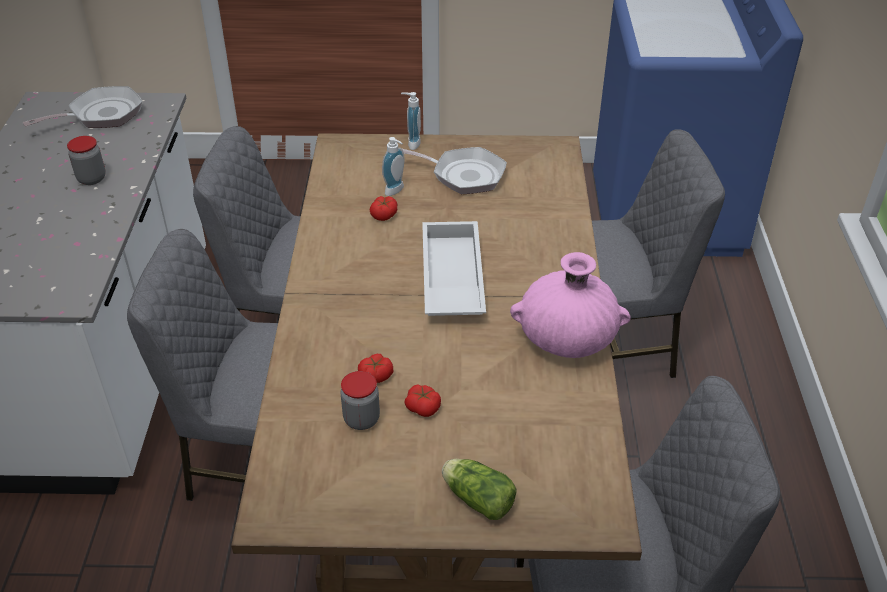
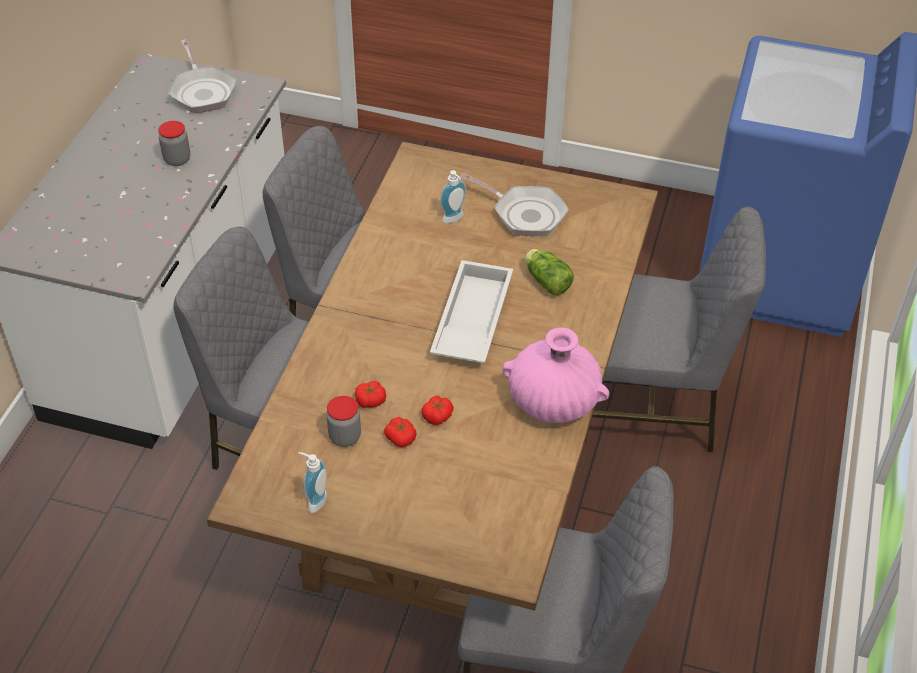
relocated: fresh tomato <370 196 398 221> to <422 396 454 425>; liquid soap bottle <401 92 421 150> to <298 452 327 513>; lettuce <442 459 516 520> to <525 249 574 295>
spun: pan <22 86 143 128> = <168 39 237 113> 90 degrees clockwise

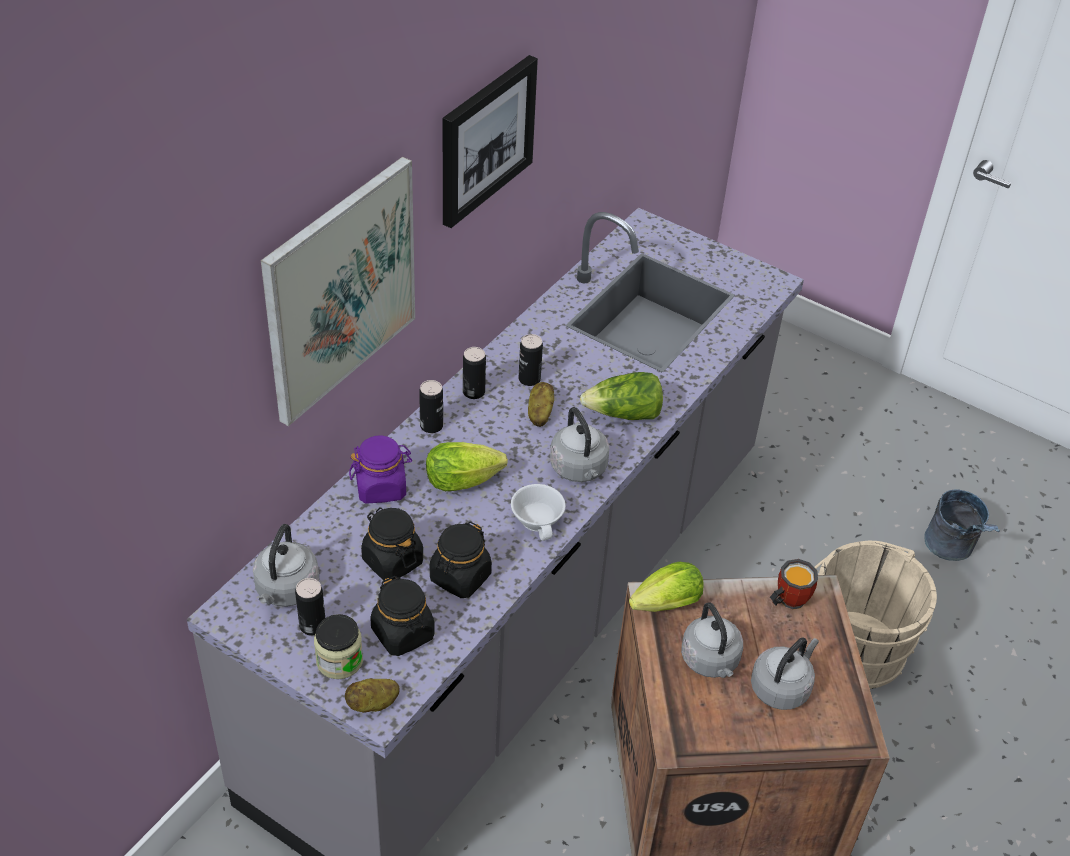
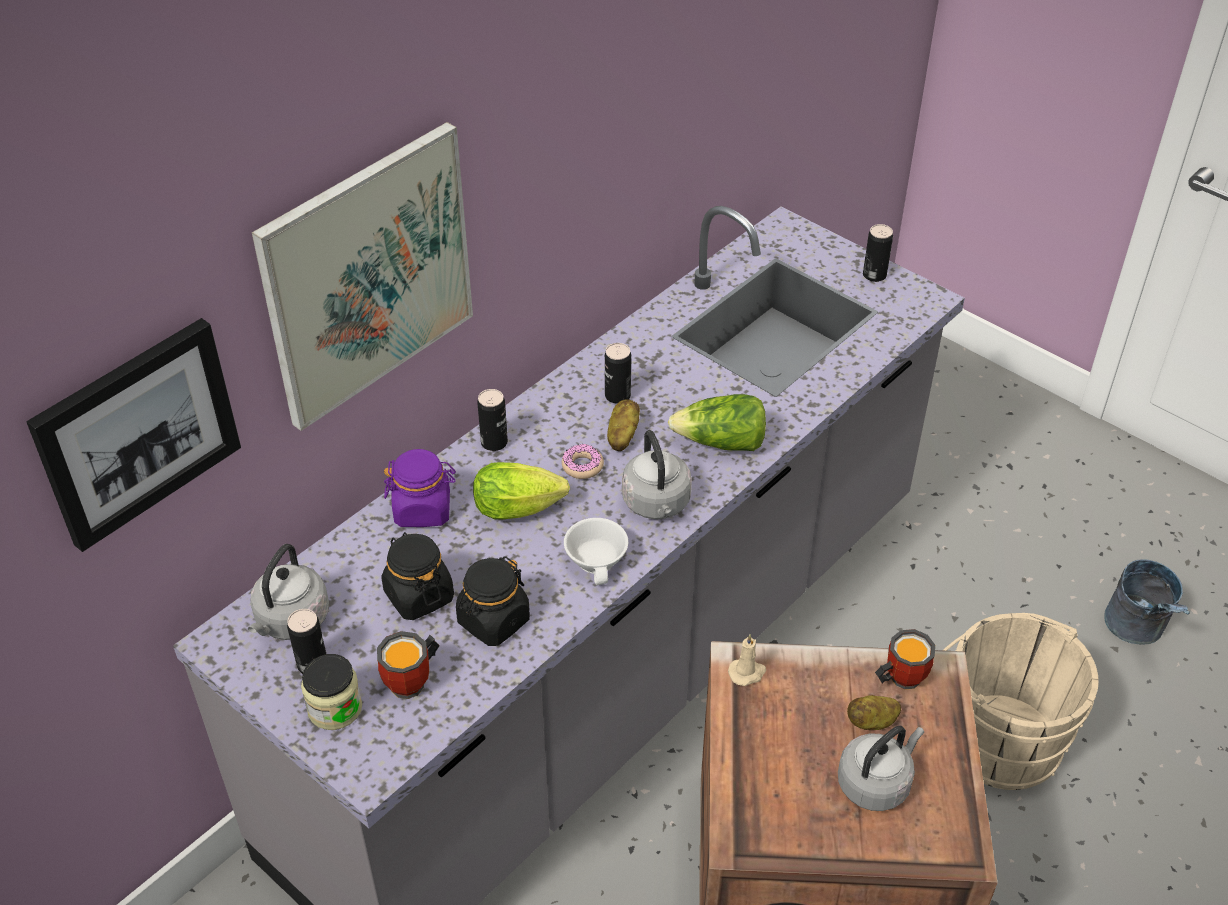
missing: greyish water kettle <681 602 743 678>
appeared: donut <562 444 604 479>
relocated: potato <345 678 400 713> to <847 695 901 730>; wall art <443 55 538 228> to <26 318 241 552>; sealed can <463 347 486 399> to <863 224 893 282>
exchanged: blackish preserve jar <370 576 435 656> to tea mug <377 631 440 699>; lettuce <629 562 704 612> to sand-coloured wax light <728 634 766 686>

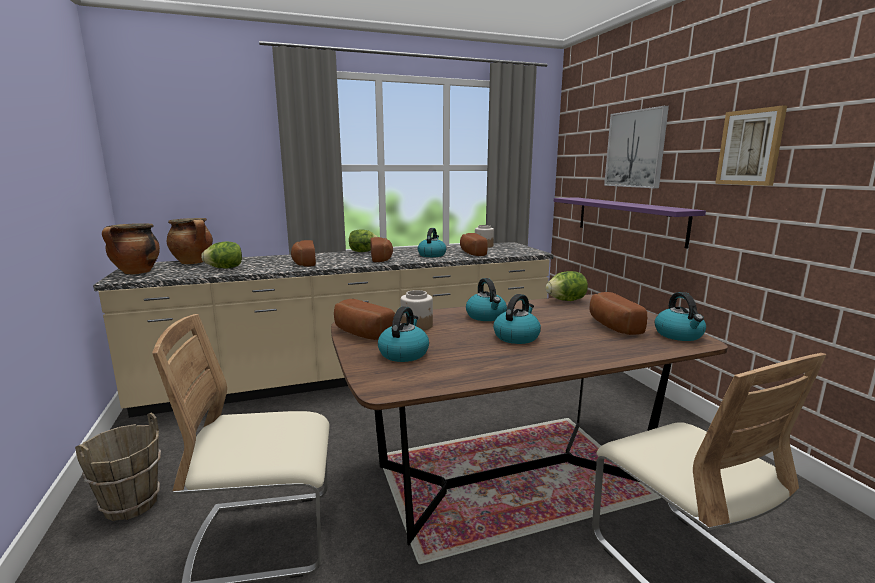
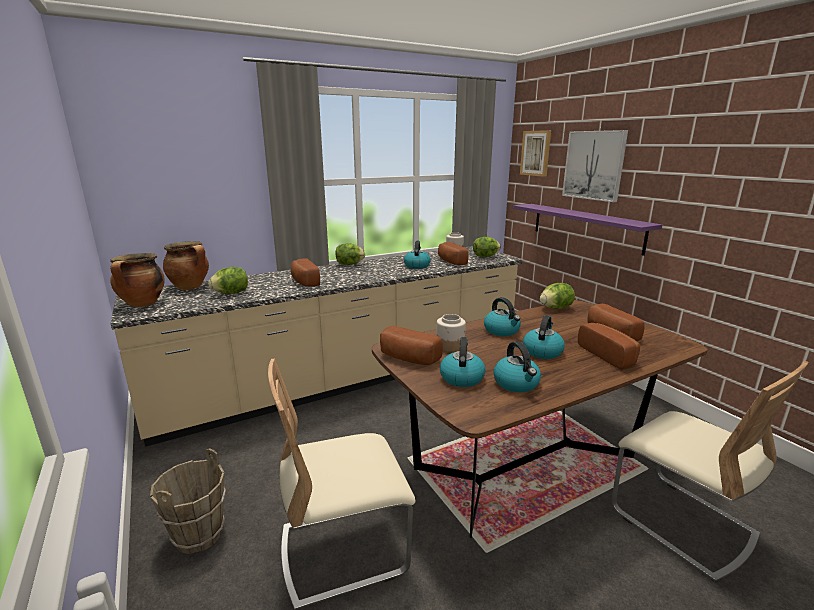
appeared: lettuce <473 237 501 257>
relocated: bakery bread <370 237 393 262> to <578 323 640 369>; water kettle <655 292 706 341> to <493 341 541 393>; wall art <715 105 787 186> to <520 130 551 177>

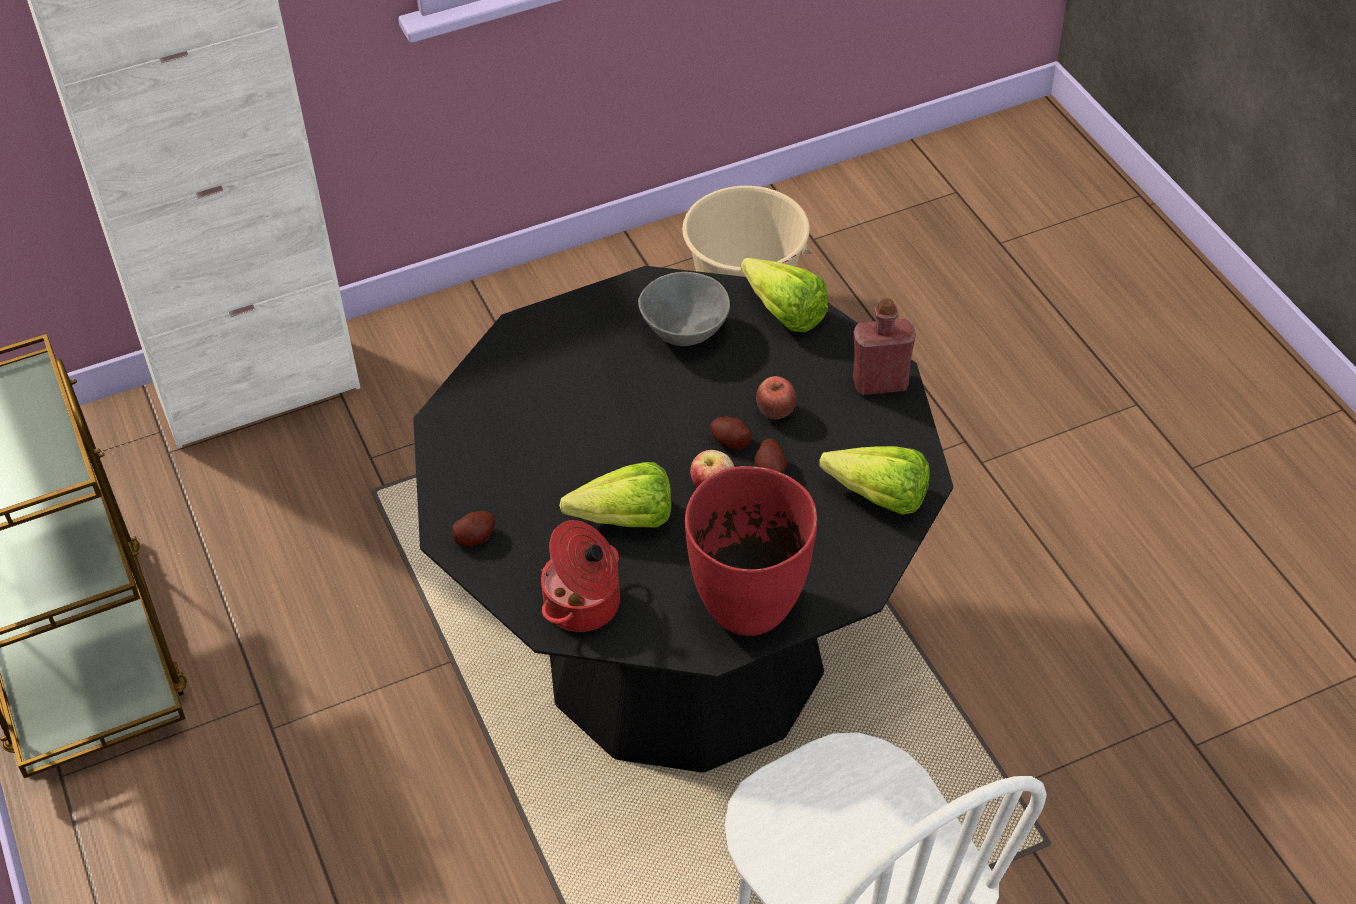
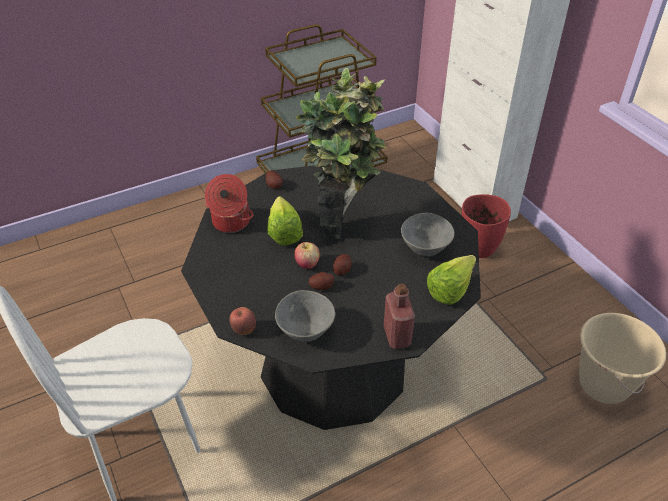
appeared: potted plant <296 68 386 240>
relocated: reddish decorative vase <685 466 817 636> to <461 194 511 258>; apple fruit <756 376 796 420> to <229 307 256 335>
exchanged: lettuce <819 446 930 515> to greyish bowl <275 290 335 342>

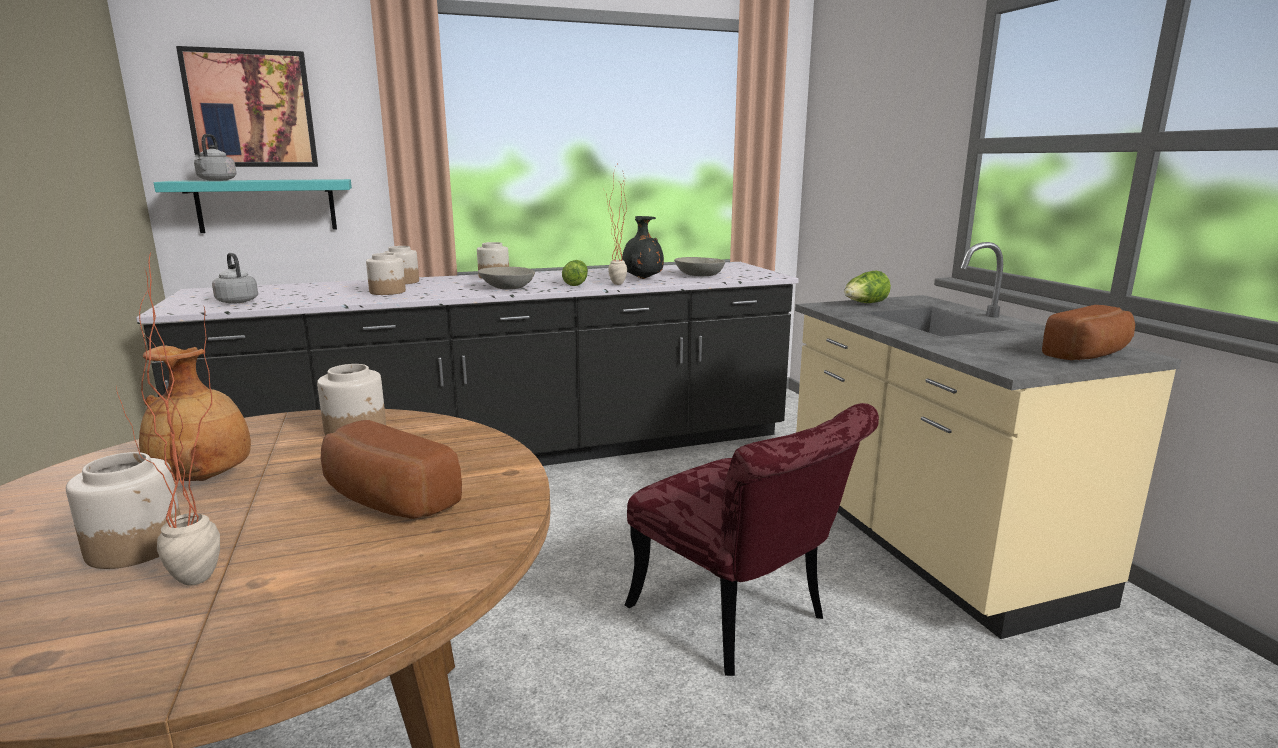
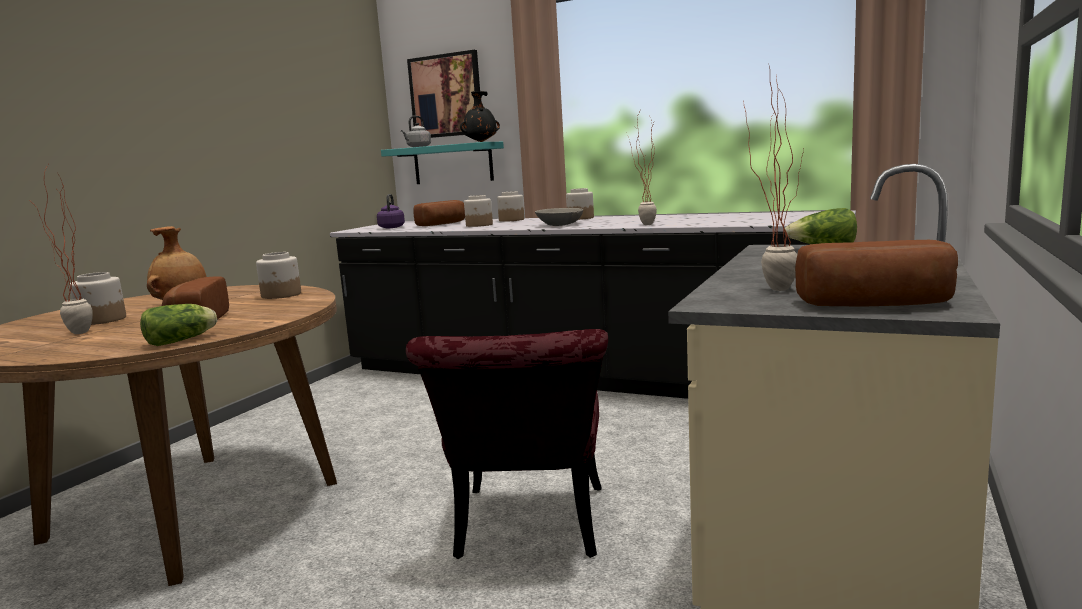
missing: greyish bowl <674 257 725 276>
appeared: bakery bread <413 200 465 226>; potted plant <744 66 804 291>
relocated: lettuce <562 260 588 286> to <140 304 217 346>; blackish decorative vase <622 216 664 279> to <460 91 500 142>
colour: greyish water kettle <212 253 258 304> to purple-coloured water kettle <377 194 405 228>

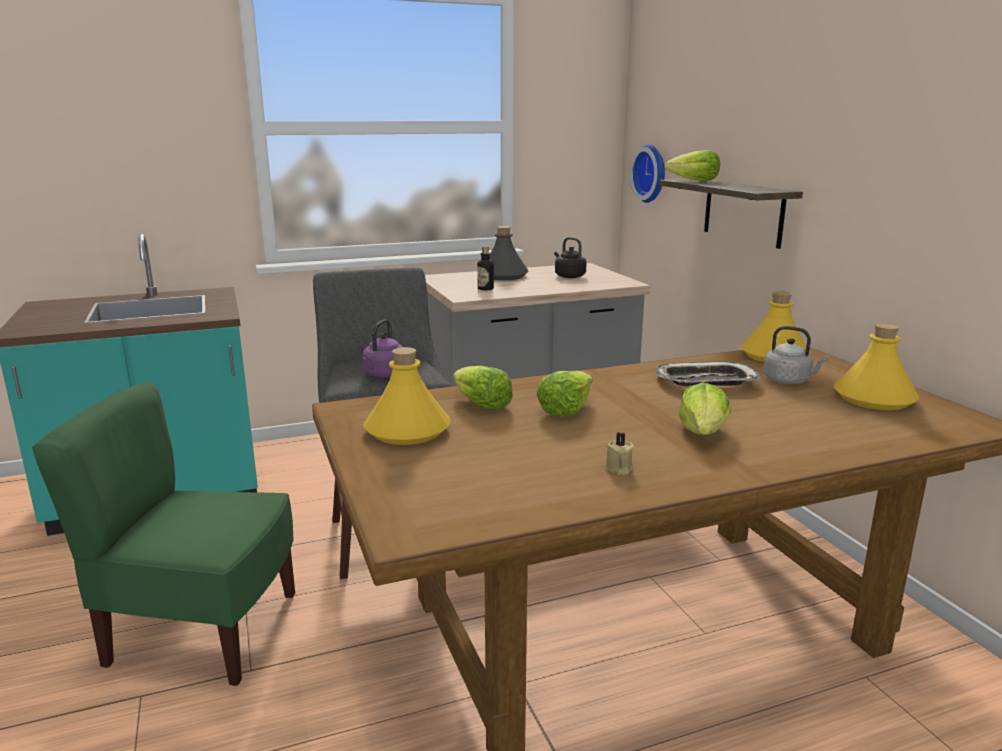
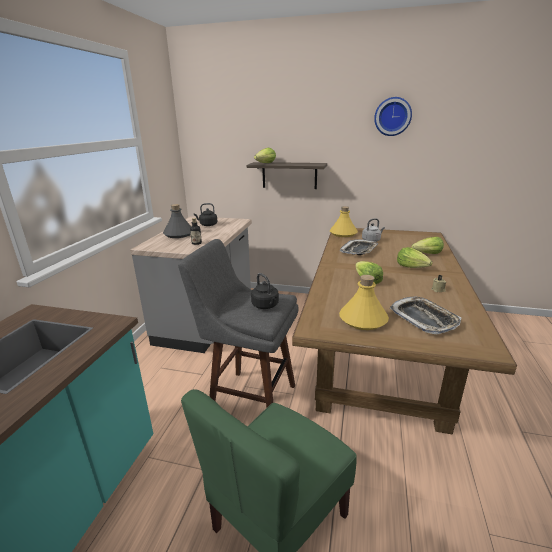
missing: yellowish drink bottle <834 323 920 410>
appeared: serving tray <390 297 462 334>
relocated: lettuce <453 366 513 410> to <411 237 444 254>; wall clock <630 144 665 203> to <374 97 412 136>
colour: purple-coloured water kettle <362 319 403 377> to blackish water kettle <251 273 279 309>

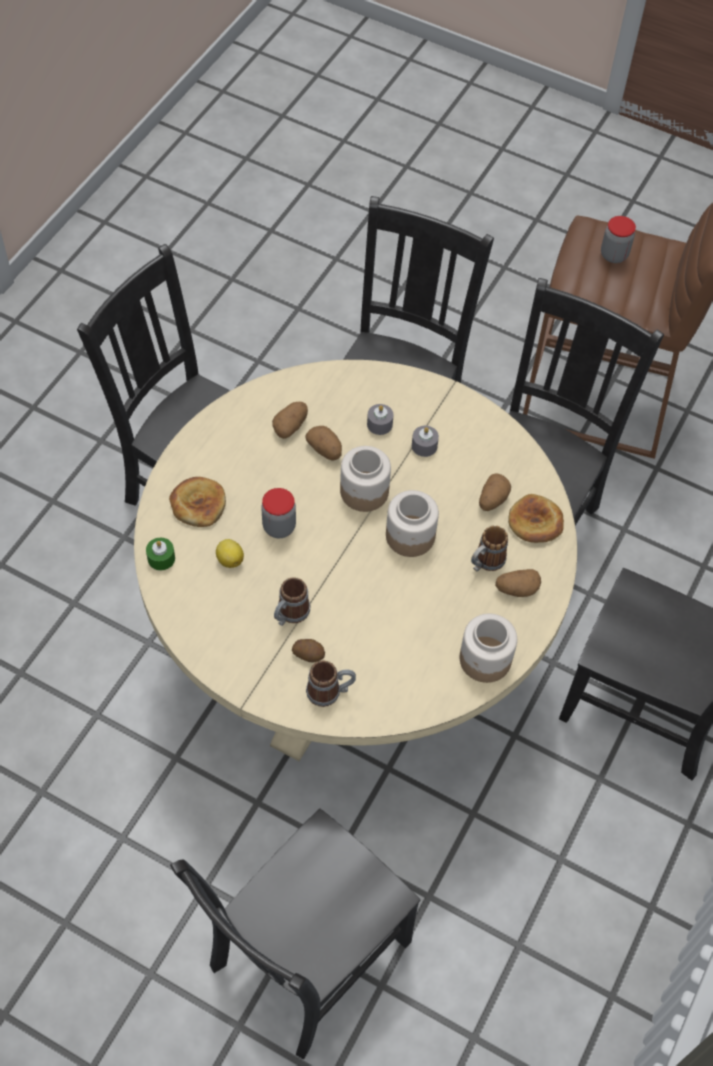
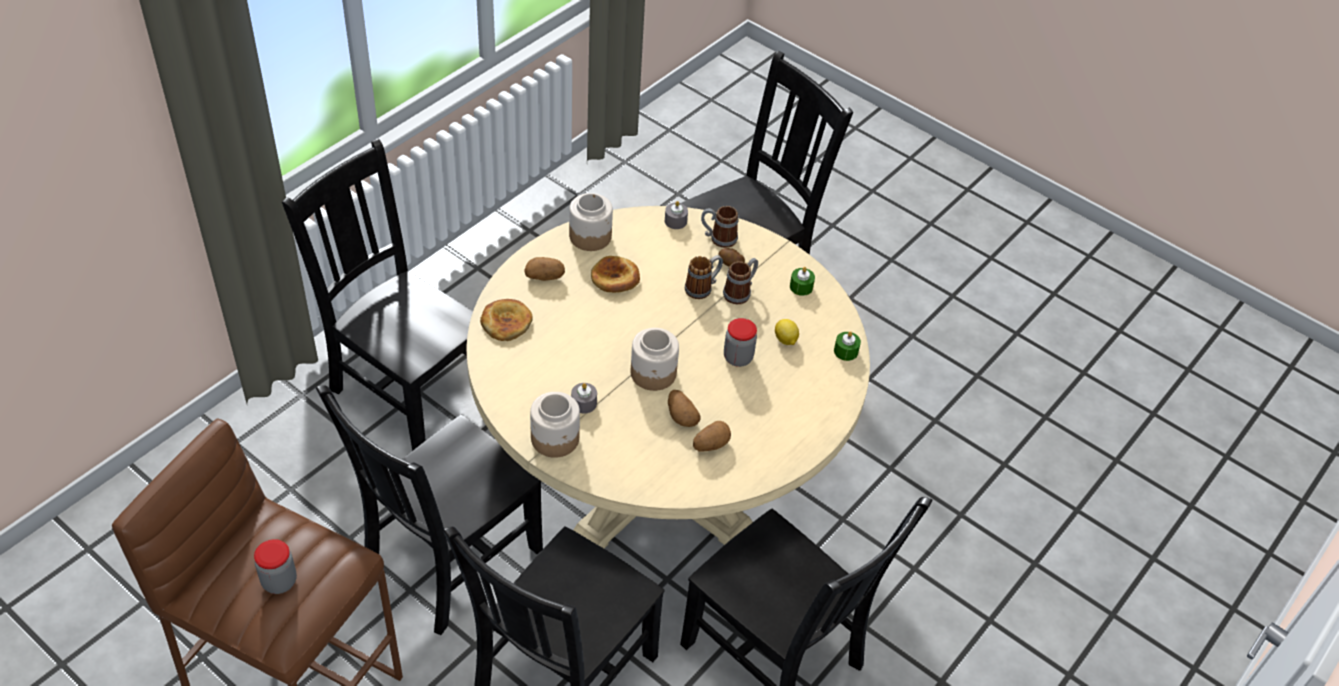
missing: potato <479 473 511 511>
appeared: green-coloured wax light <790 267 815 296>
relocated: bakery bread <169 477 226 527> to <591 256 640 293>; greyish wax light <367 404 393 435> to <665 201 688 229>; preserve jar <386 490 439 557> to <530 392 580 458>; tea mug <471 526 508 572> to <685 255 723 299>

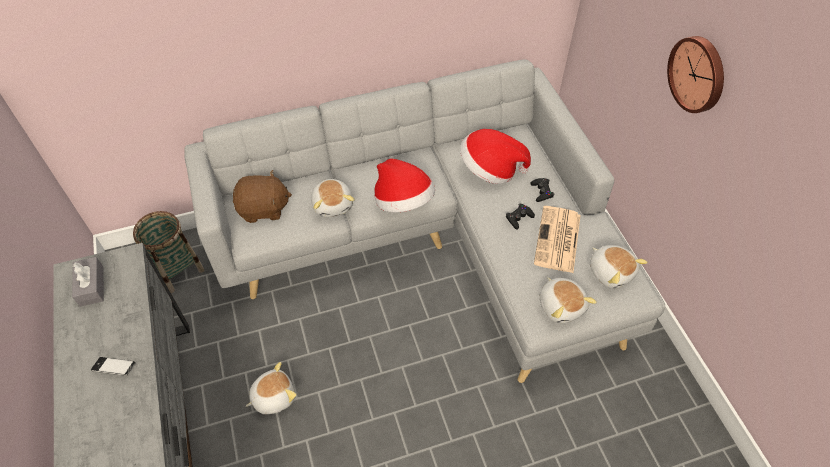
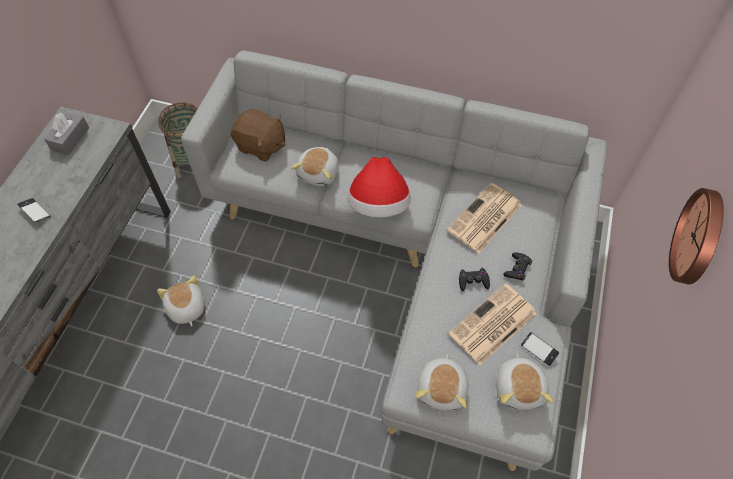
appeared: telephone <521 332 559 366>
exchanged: wearable hat <460 129 531 184> to newspaper <447 183 522 253>
spun: soft toy <246 362 296 414> = <157 276 205 326> 120 degrees counterclockwise

